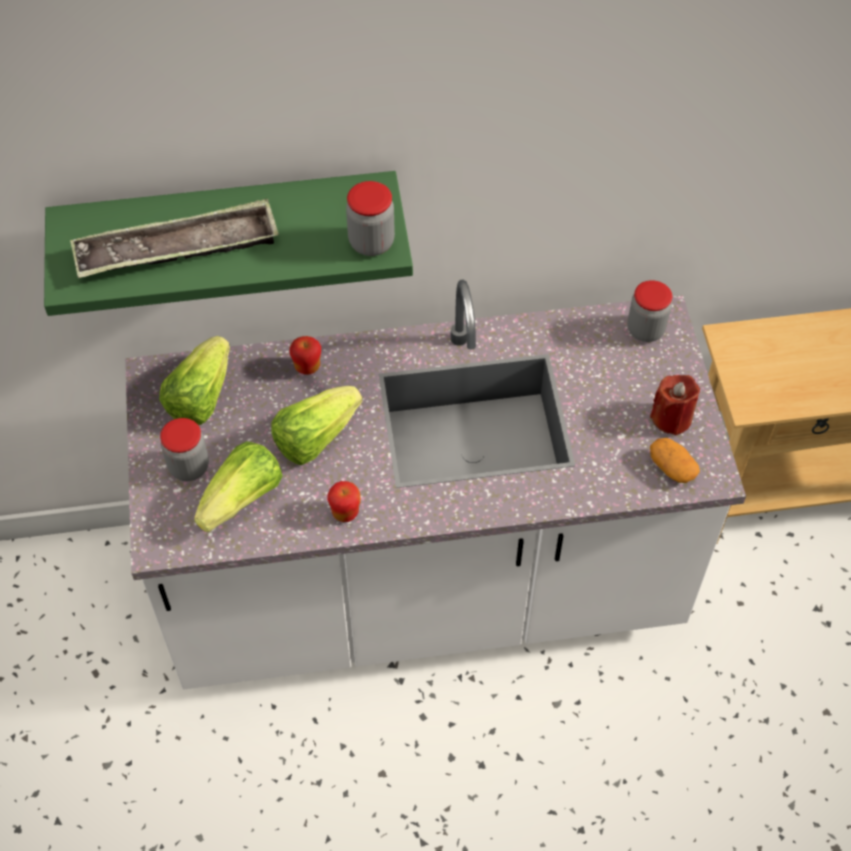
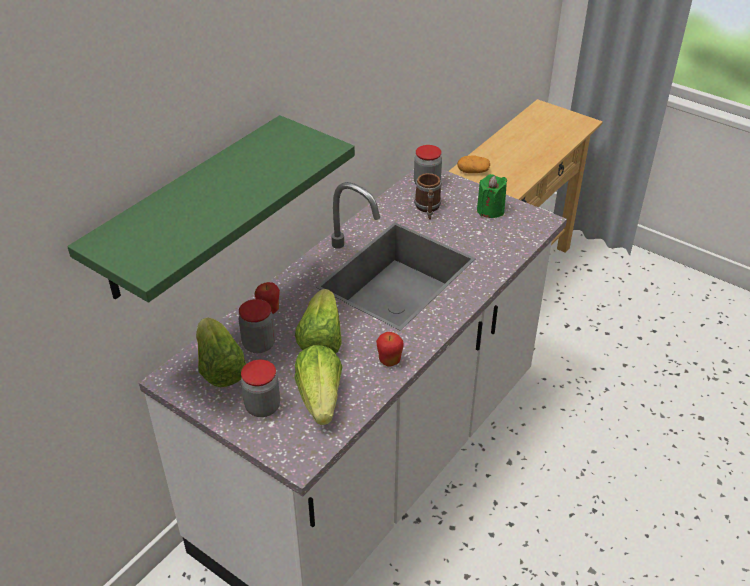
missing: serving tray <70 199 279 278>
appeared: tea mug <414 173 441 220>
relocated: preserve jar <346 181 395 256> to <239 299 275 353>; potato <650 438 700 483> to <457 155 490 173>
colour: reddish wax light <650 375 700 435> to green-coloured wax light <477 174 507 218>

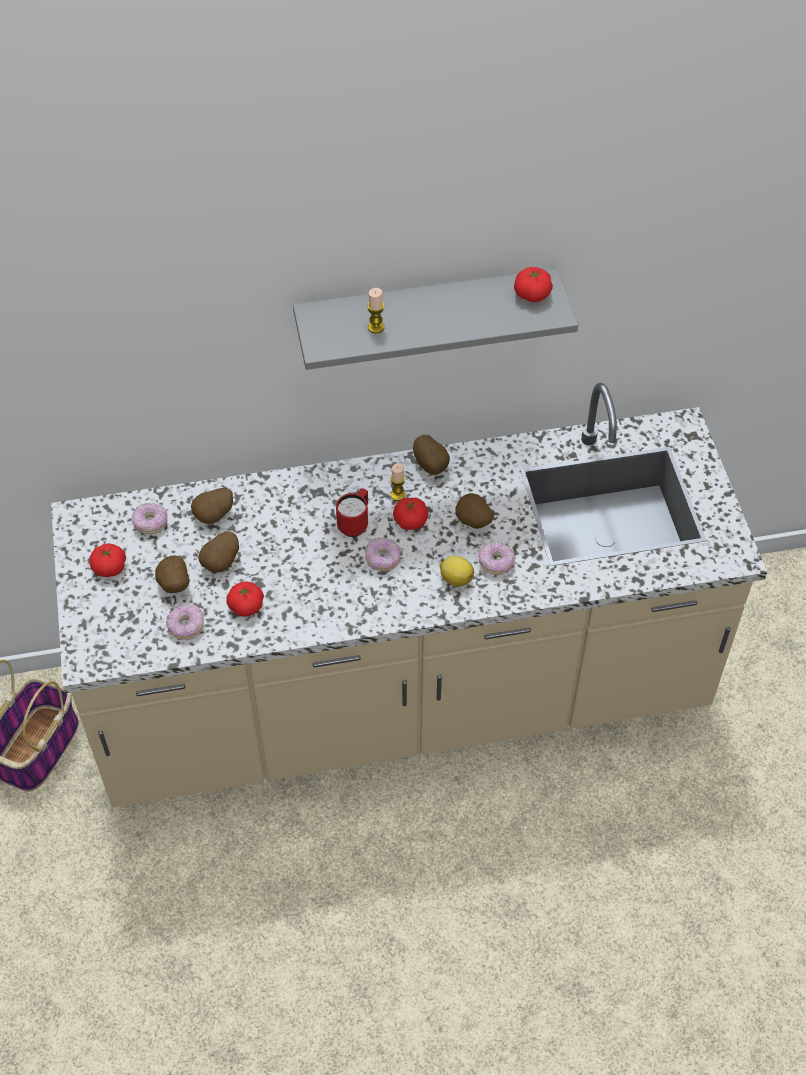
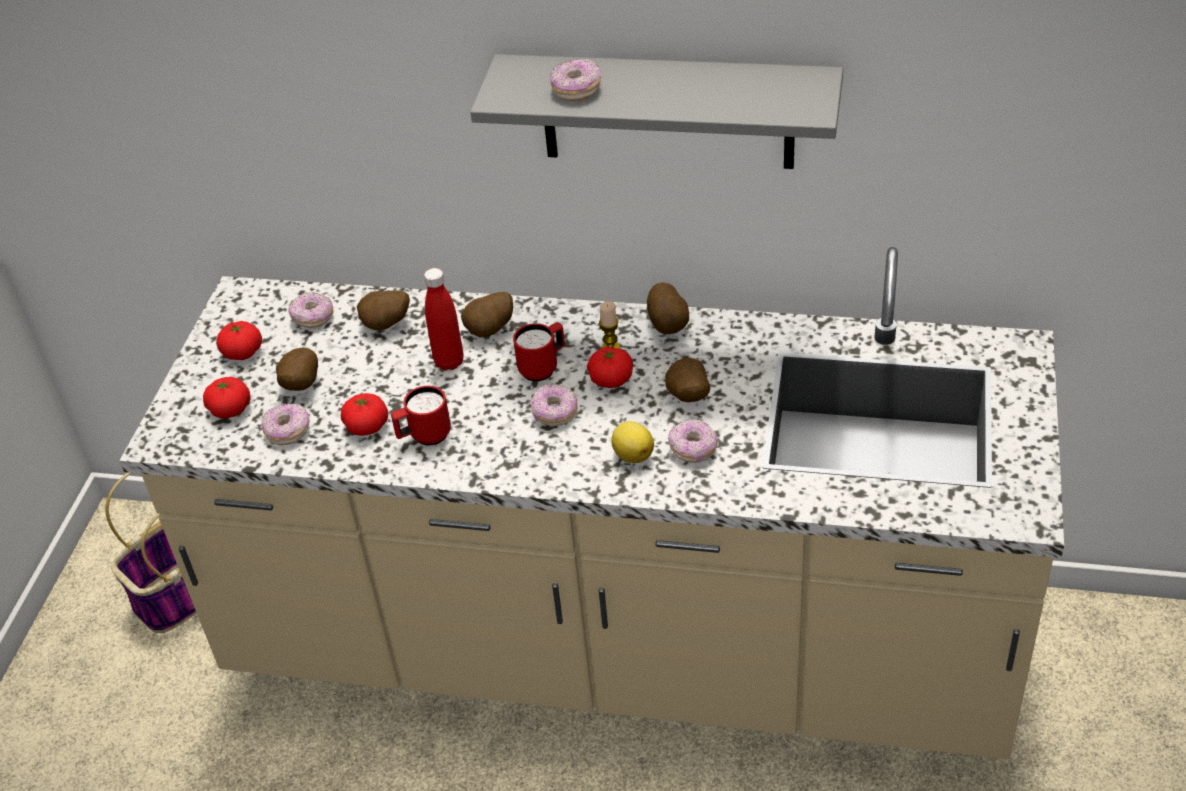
appeared: reddish tea mug <391 386 451 446>; reddish drink bottle <424 268 464 371>
relocated: potato <198 531 239 573> to <461 292 513 337>; fresh tomato <514 267 553 302> to <203 377 251 418>
exchanged: wax light <367 288 384 333> to donut <550 59 601 101>

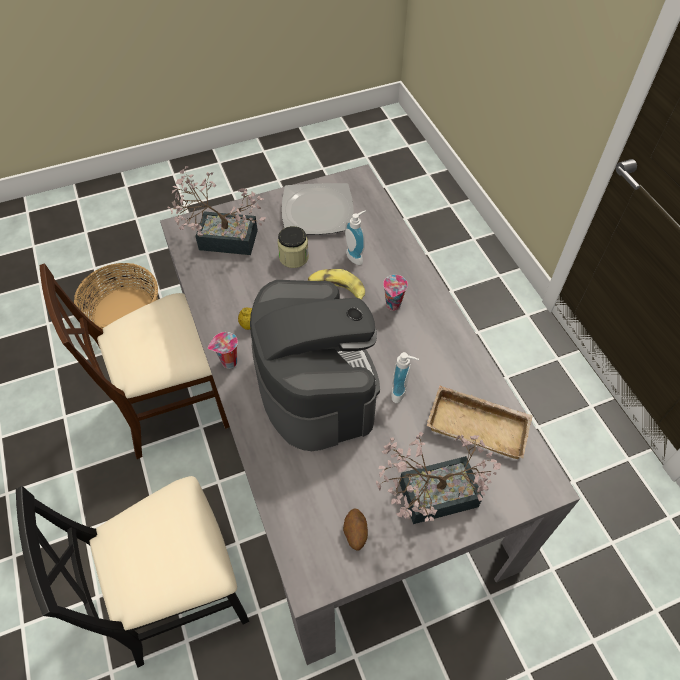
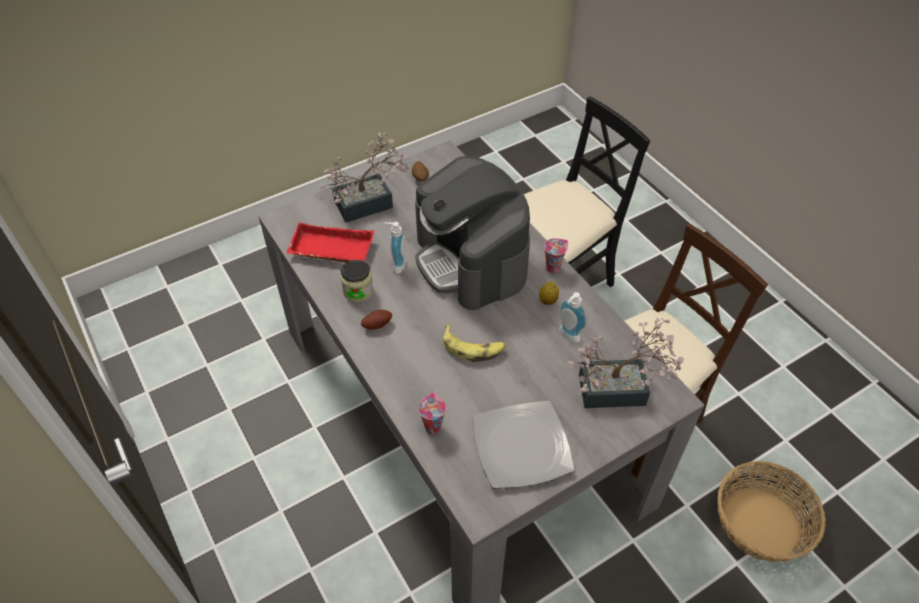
appeared: potato <361 310 392 330>
relocated: preserve jar <277 226 309 268> to <340 260 374 302>; liquid soap bottle <345 210 366 265> to <559 292 587 343>; small cup <383 275 408 311> to <419 393 446 434>
colour: sand-coloured serving tray <427 385 533 459> to reddish serving tray <286 223 374 263>

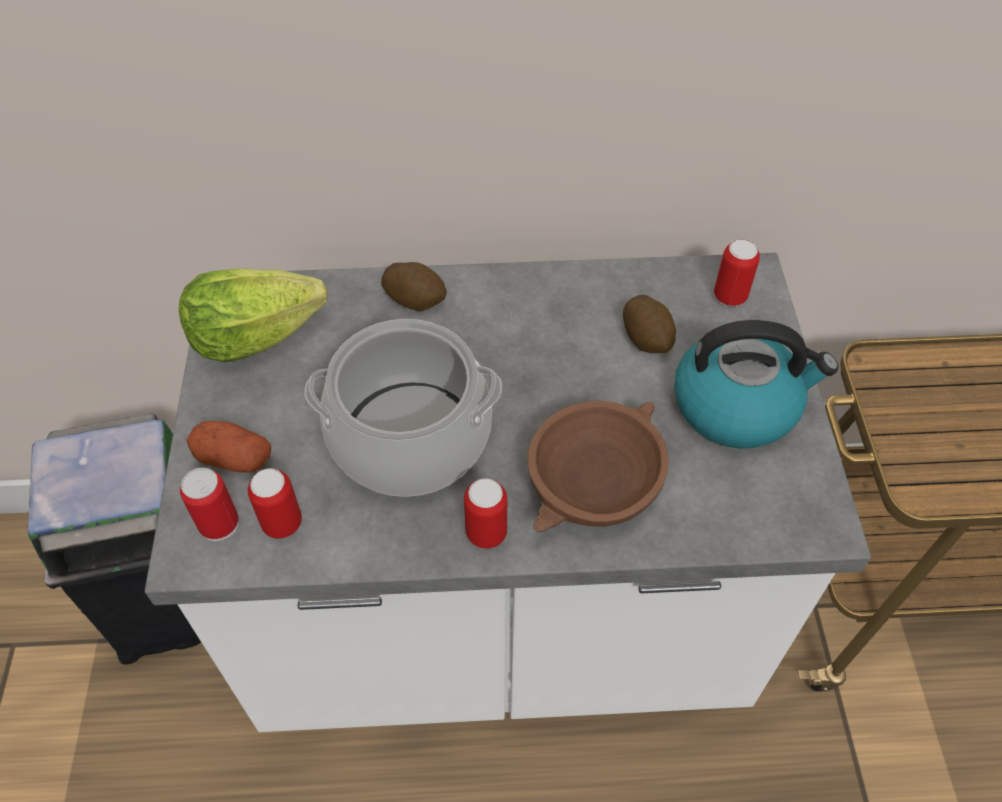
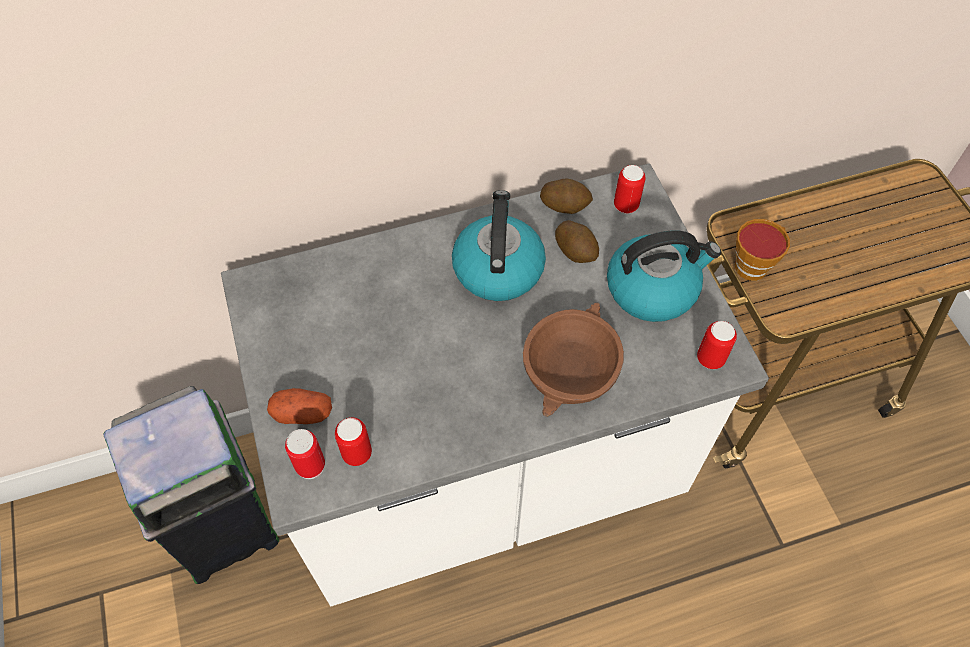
missing: lettuce <179 268 327 362>; cooking pot <305 319 502 497>
appeared: water kettle <452 190 546 301>; small cup <735 219 790 281>
relocated: potato <381 262 447 311> to <540 178 593 214>; sealed can <464 478 507 549> to <697 321 737 369>

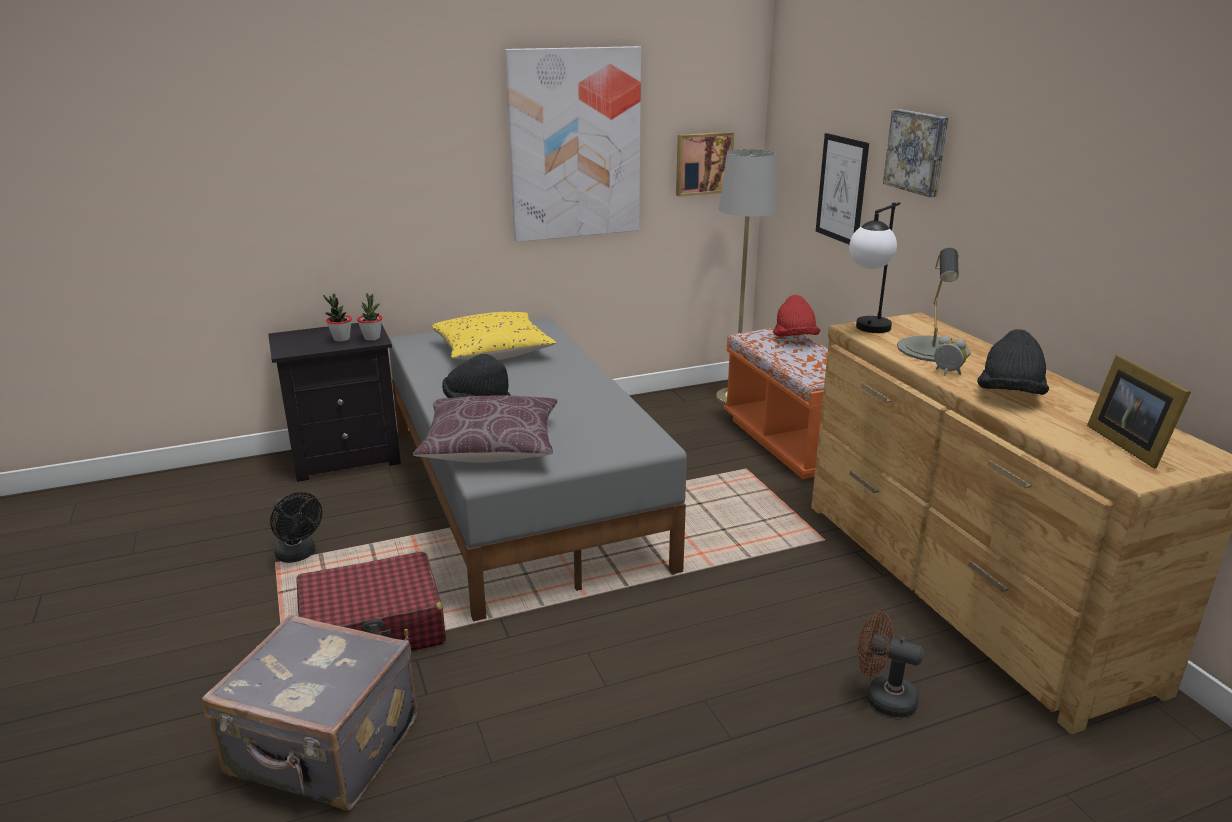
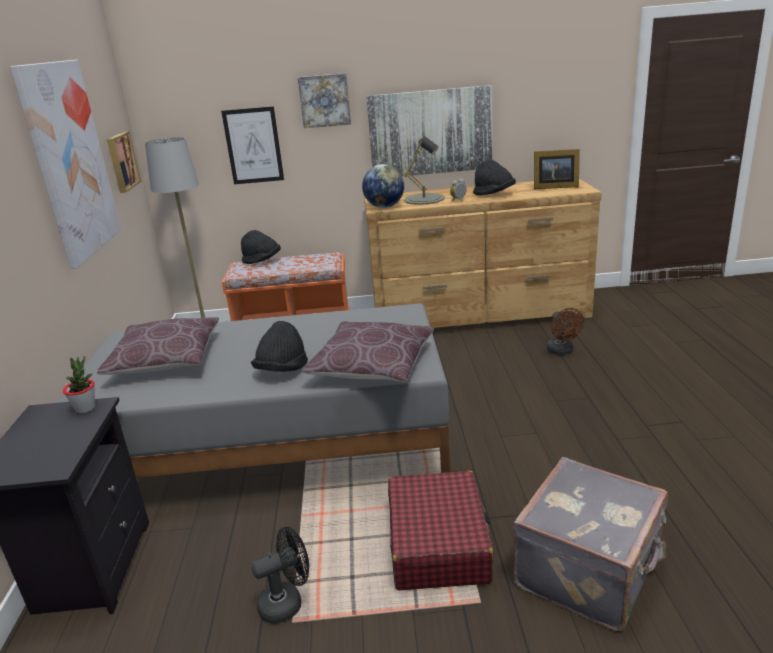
missing: potted plant <323 294 352 342>
appeared: wall art <366 85 493 176>
exchanged: lamp for a table <849 202 901 333> to globe <362 164 404 208>
colour: yellowish throw pillow <431 312 556 360> to brownish throw pillow <97 317 219 375>; reddish wearable hat <773 295 820 337> to blackish wearable hat <241 230 281 264>
spun: brownish fan <857 611 924 718> = <547 308 584 355> 60 degrees counterclockwise

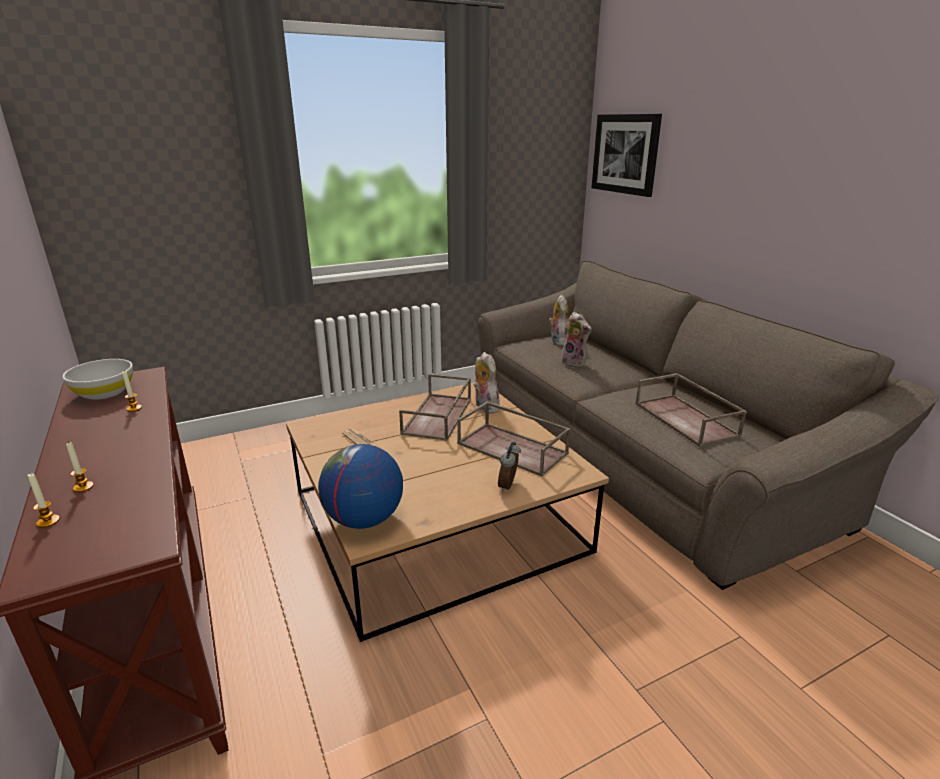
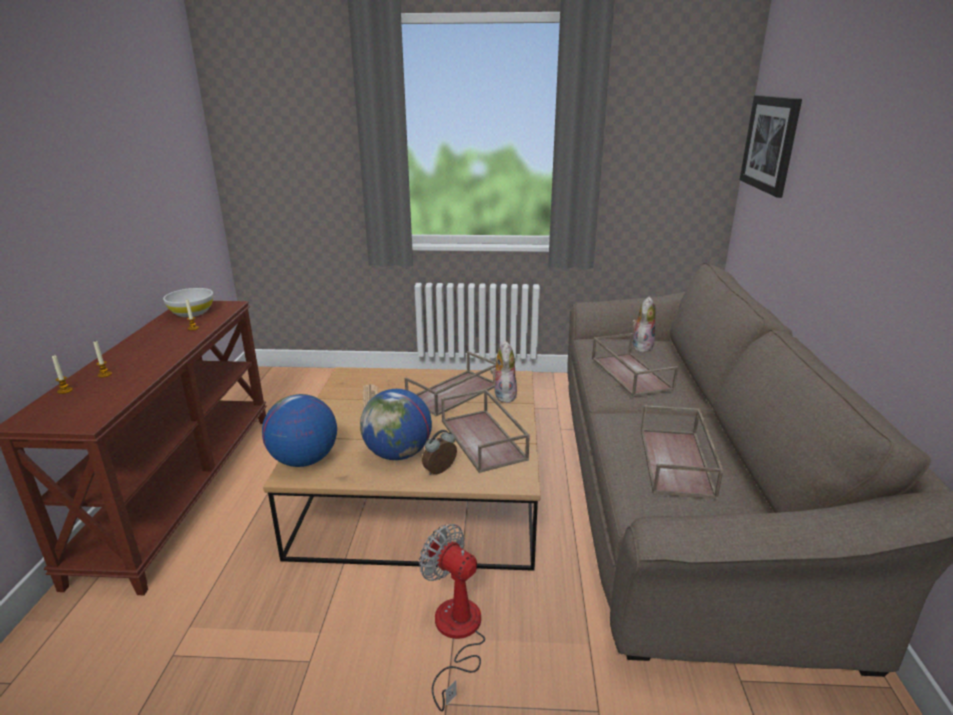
appeared: globe <360 389 432 460>; fan <419 524 485 712>
exchanged: soft toy <561 312 591 368> to brownish serving tray <592 333 678 397>

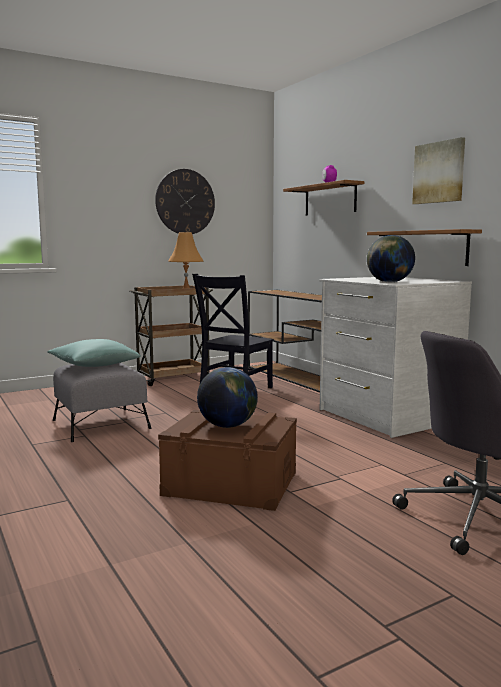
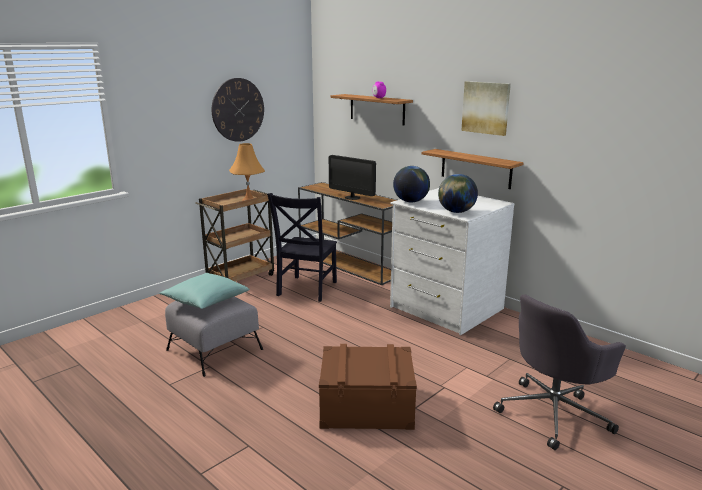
appeared: computer display <329 155 376 200>
relocated: globe <197 367 258 428> to <393 166 430 203>

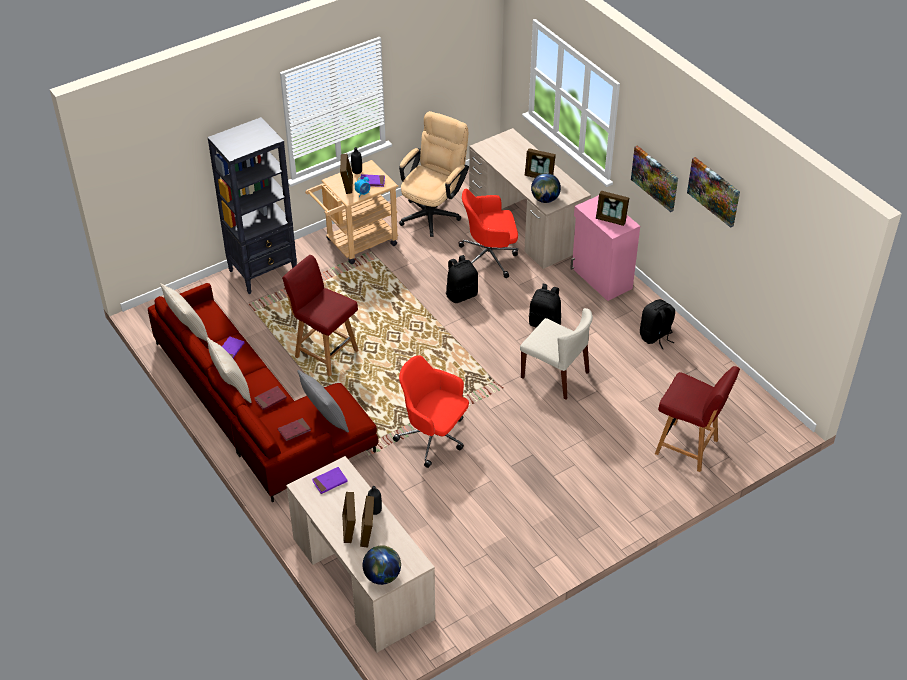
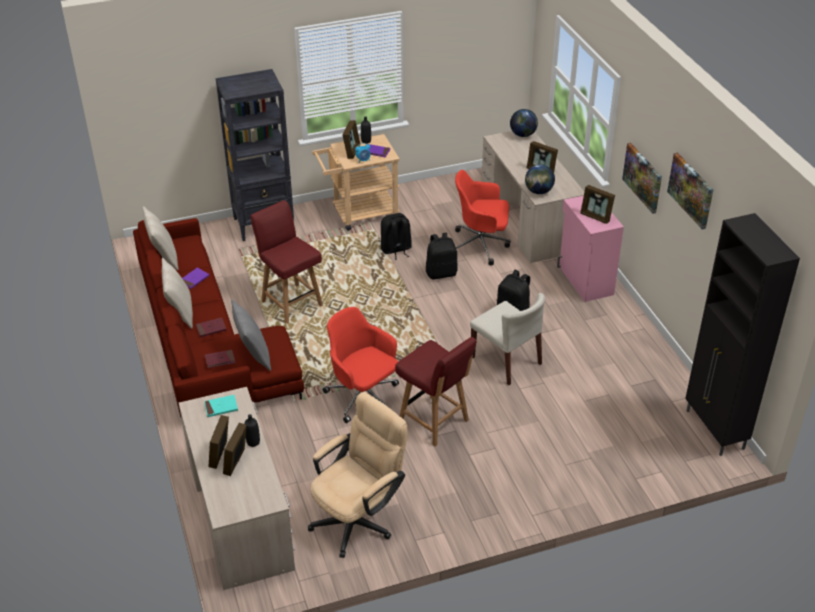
appeared: blackish cabinet <685 213 800 456>
relocated: globe <363 546 401 585> to <510 109 538 137>; sand-coloured office chair <399 111 469 237> to <308 392 408 558>; blackish backpack <640 299 675 349> to <381 213 412 260>; reddish plain chair <655 366 740 472> to <395 337 477 447>
colour: purple-coloured bound book <312 467 348 494> to turquoise-coloured bound book <204 395 238 417>

